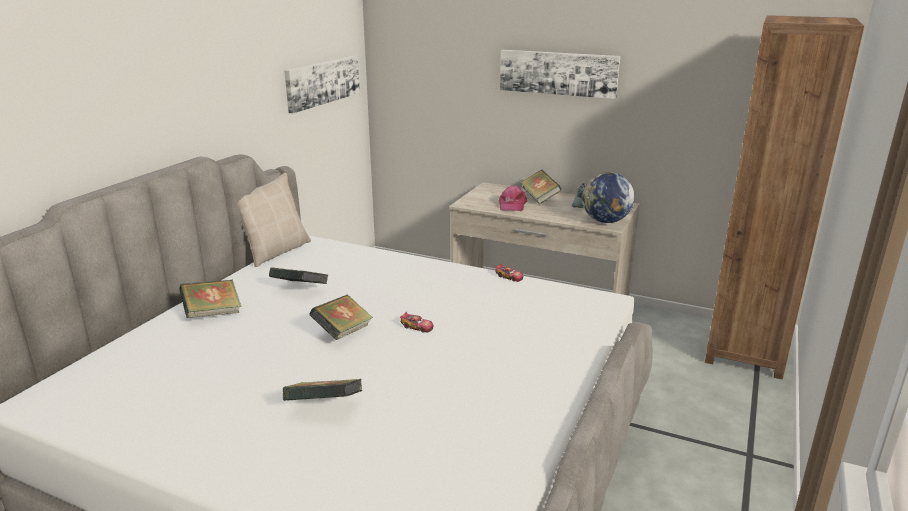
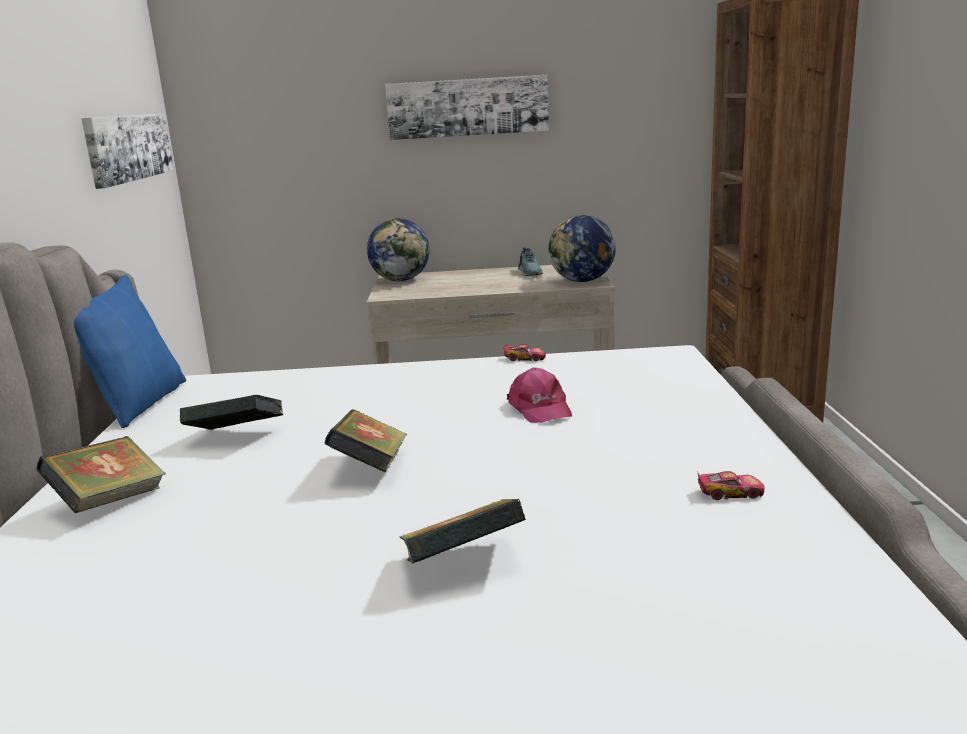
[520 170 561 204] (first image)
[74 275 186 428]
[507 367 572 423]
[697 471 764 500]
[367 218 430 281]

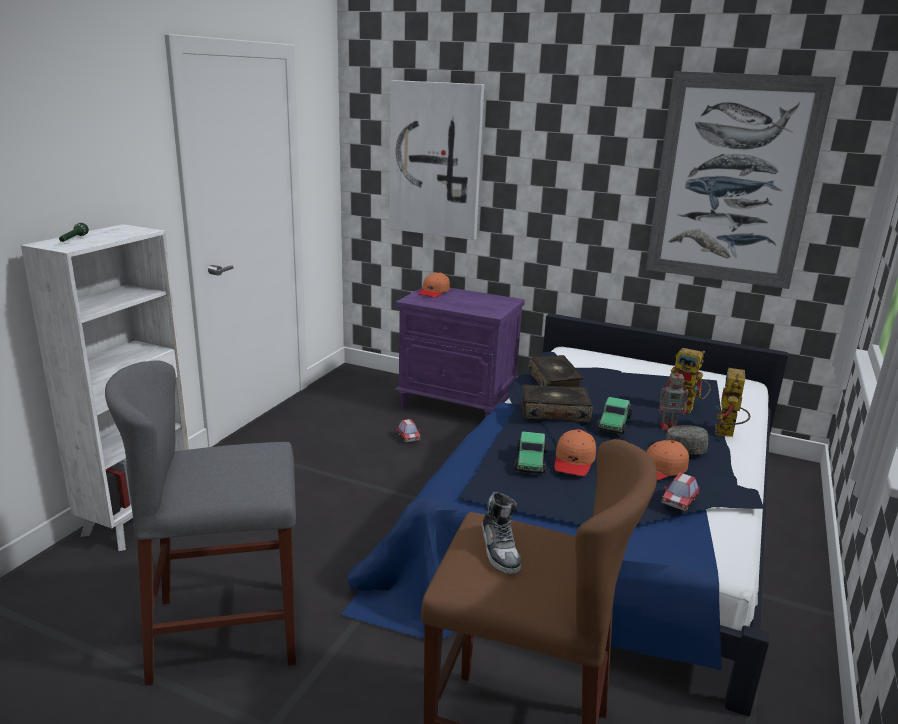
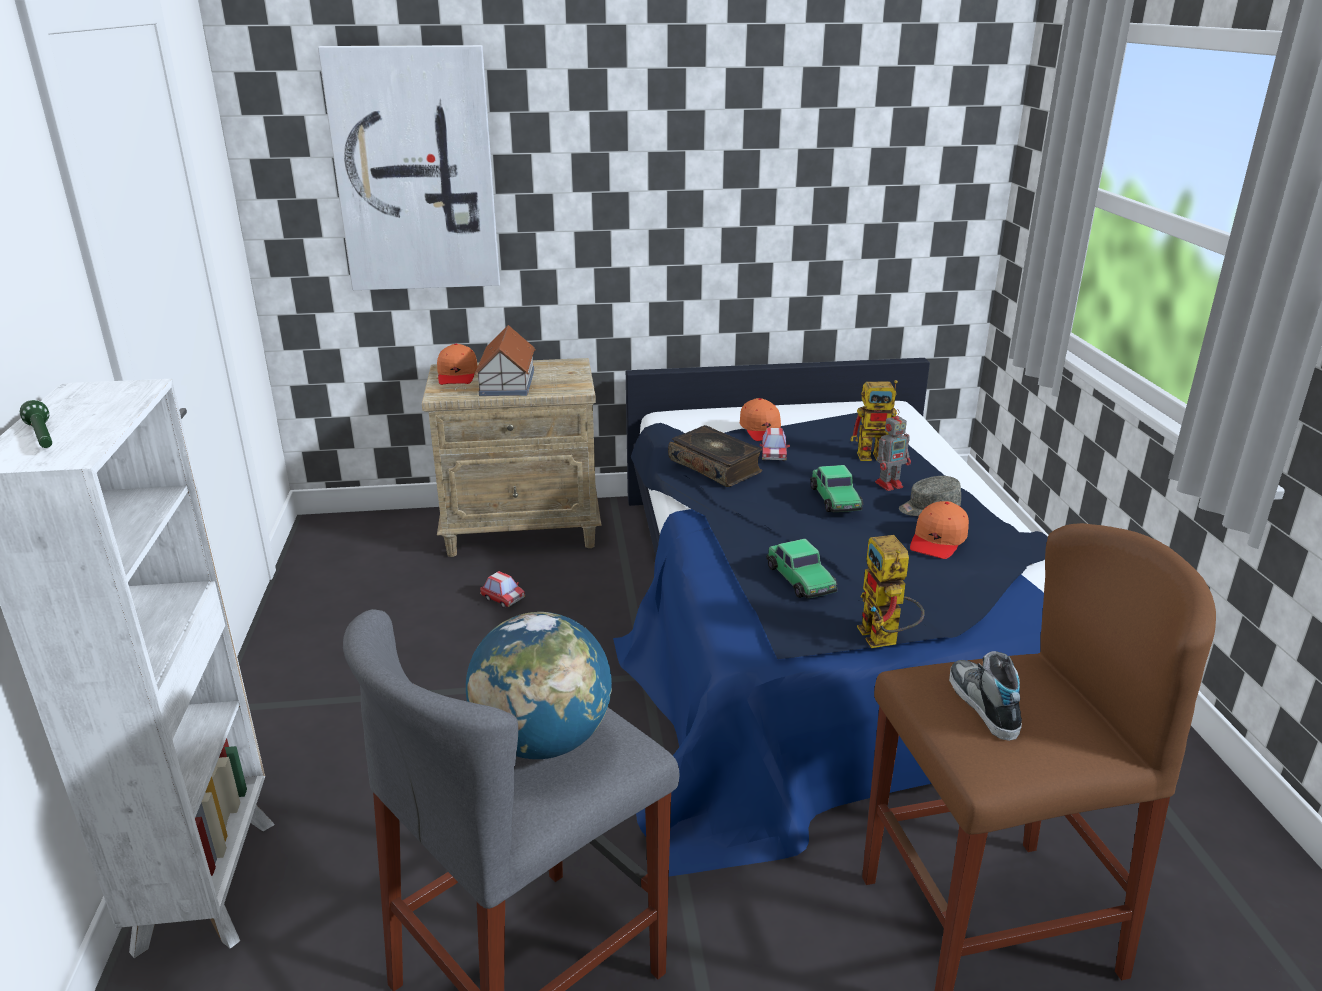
[646 71 836 289] (first image)
[422 358 602 557]
[857 535 925 648]
[521 384 593 422] (first image)
[740 398 781 441]
[759 428 790 461]
[949 651 1022 741]
[474 325 536 396]
[466 612 612 759]

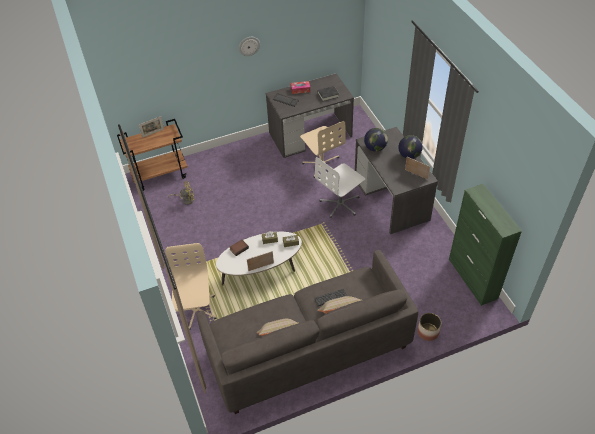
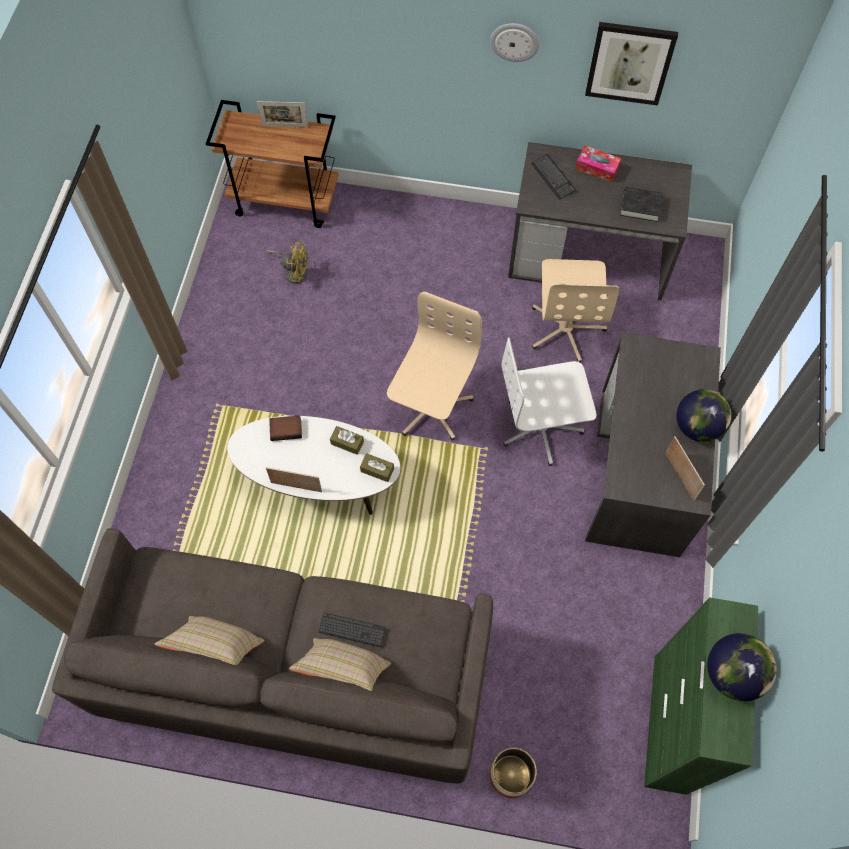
[707 633 777 701]
[387 291 482 441]
[585 22 678 106]

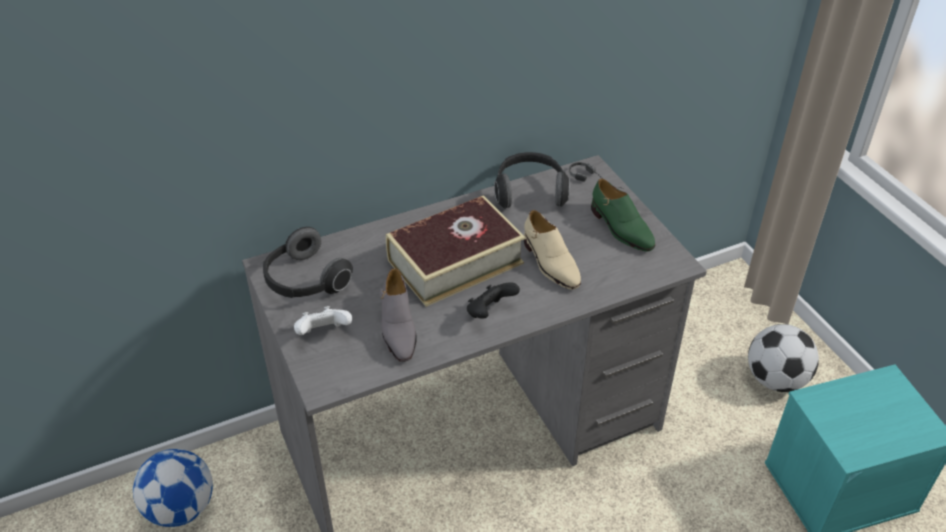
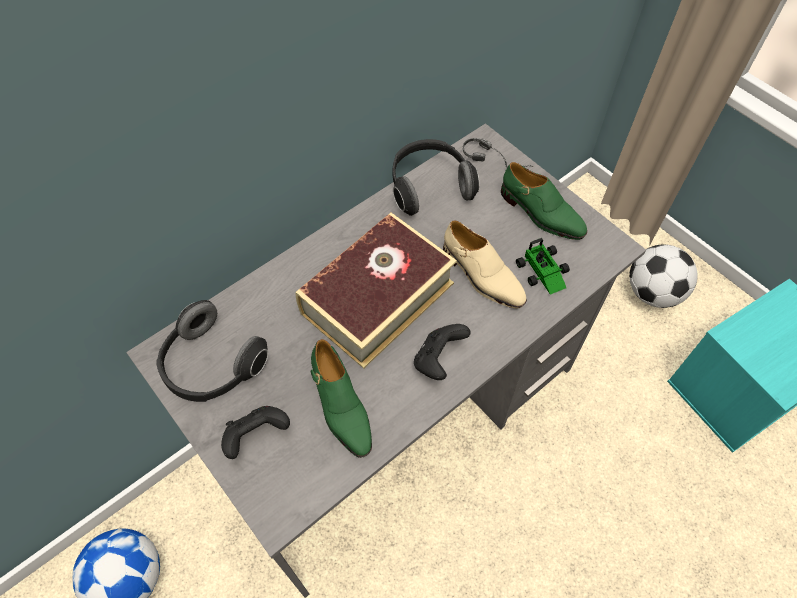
[311 339 372 458]
[221 406 290 459]
[516 238 570 295]

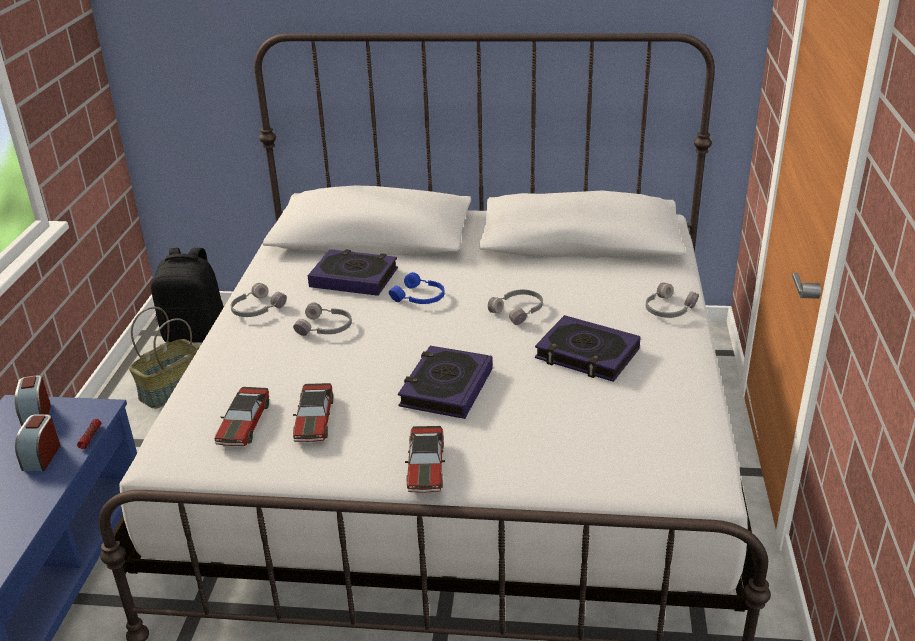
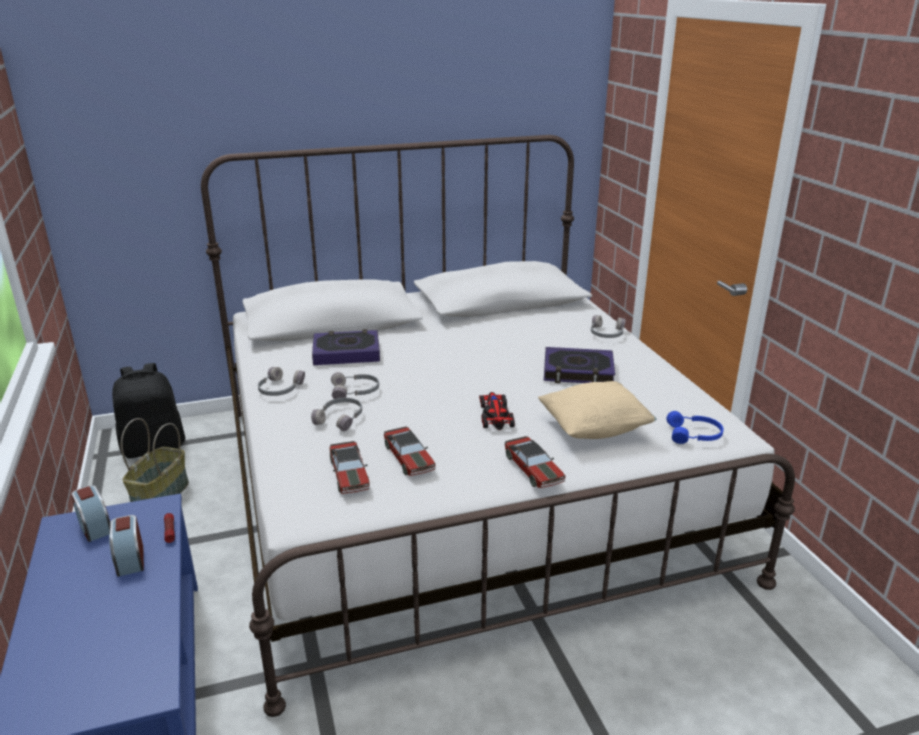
[666 411 724 444]
[311 398 362 431]
[479 392 515 430]
[538 381 657 439]

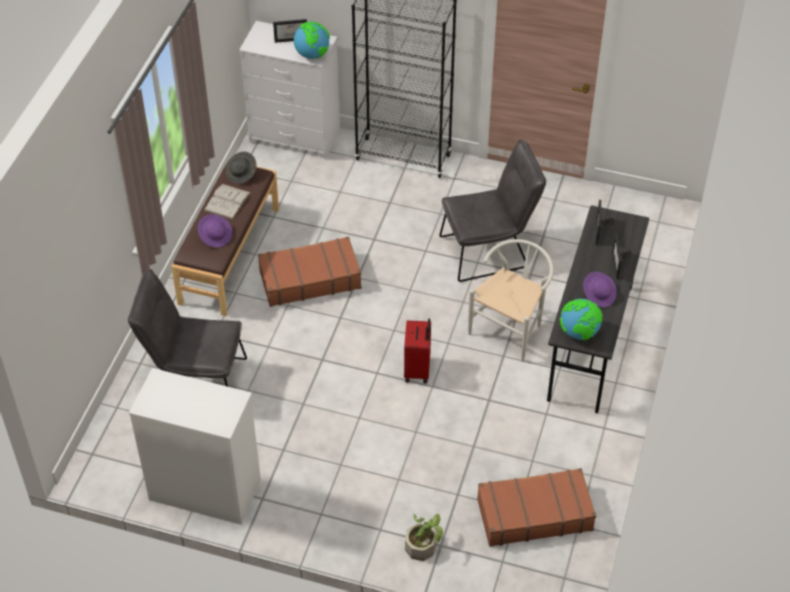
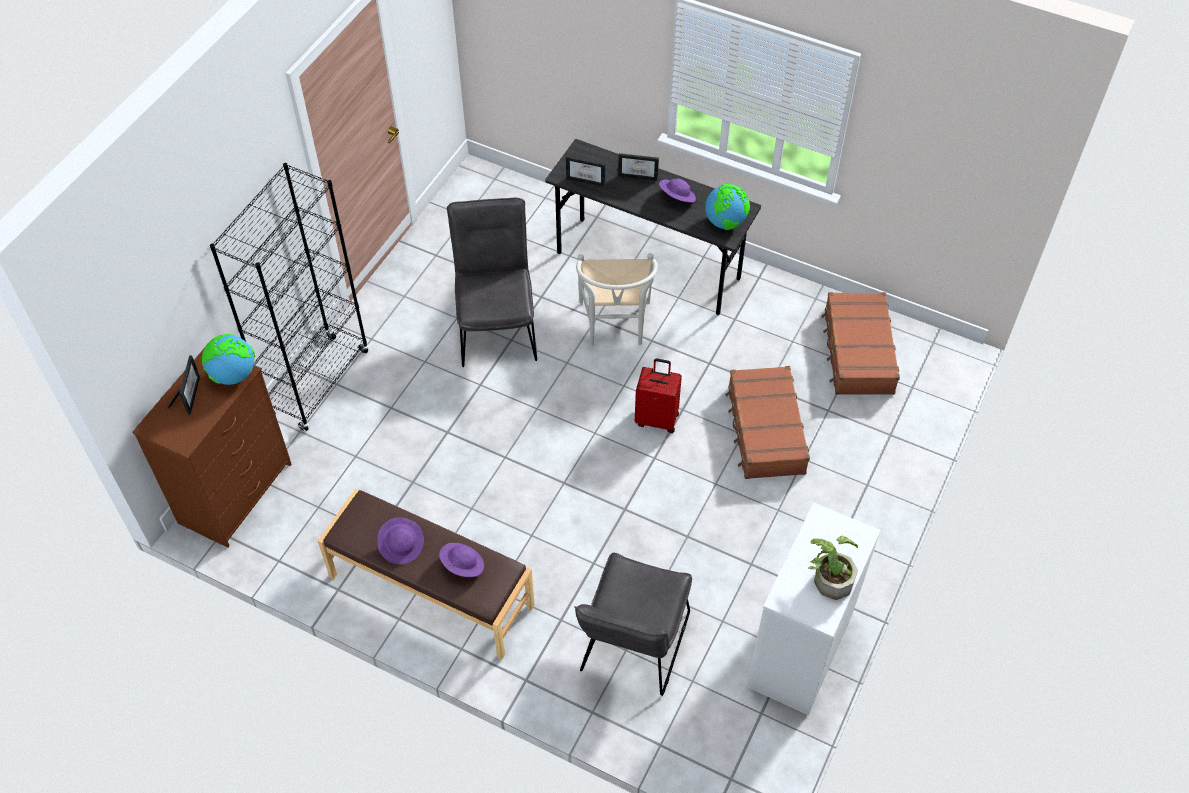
[132 349 292 548]
[226 152 257 184] (first image)
[377 517 424 564]
[725 366 810 479]
[576 253 658 346]
[808 536 858 600]

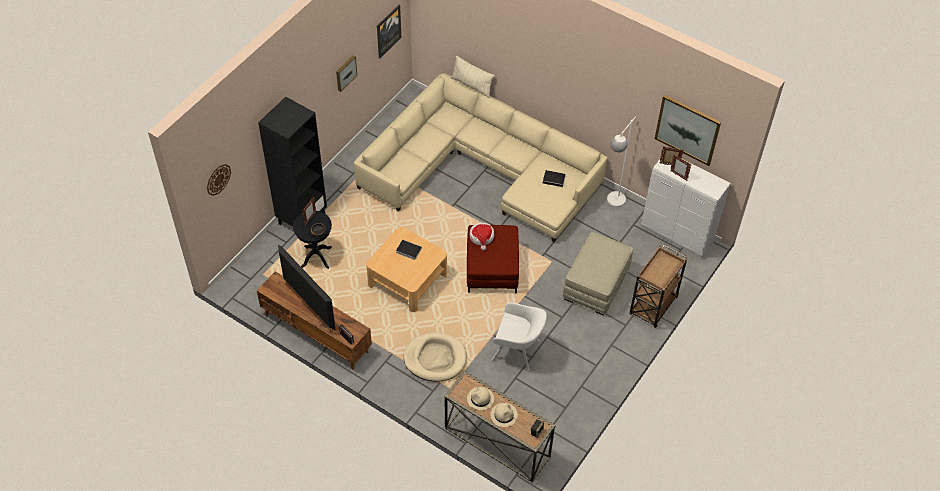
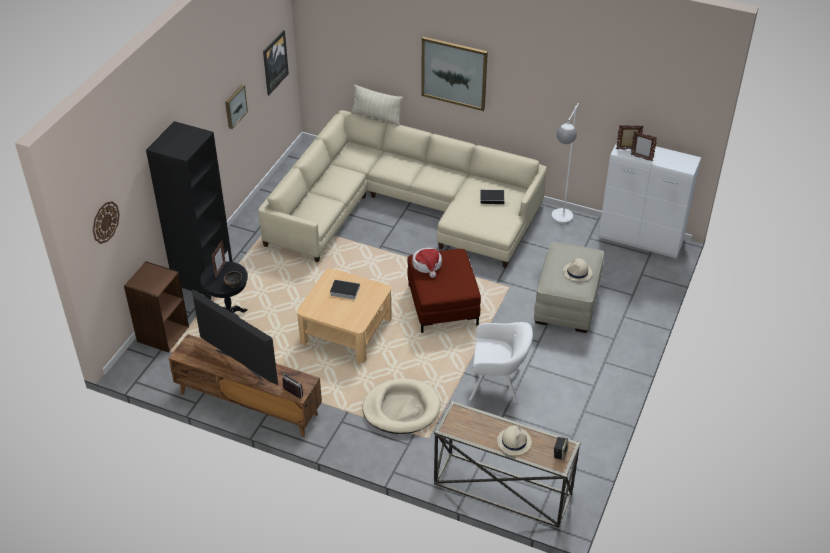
[421 37 488 111]
[629 245 687 328] (first image)
[563 258 592 281]
[124 261 189 353]

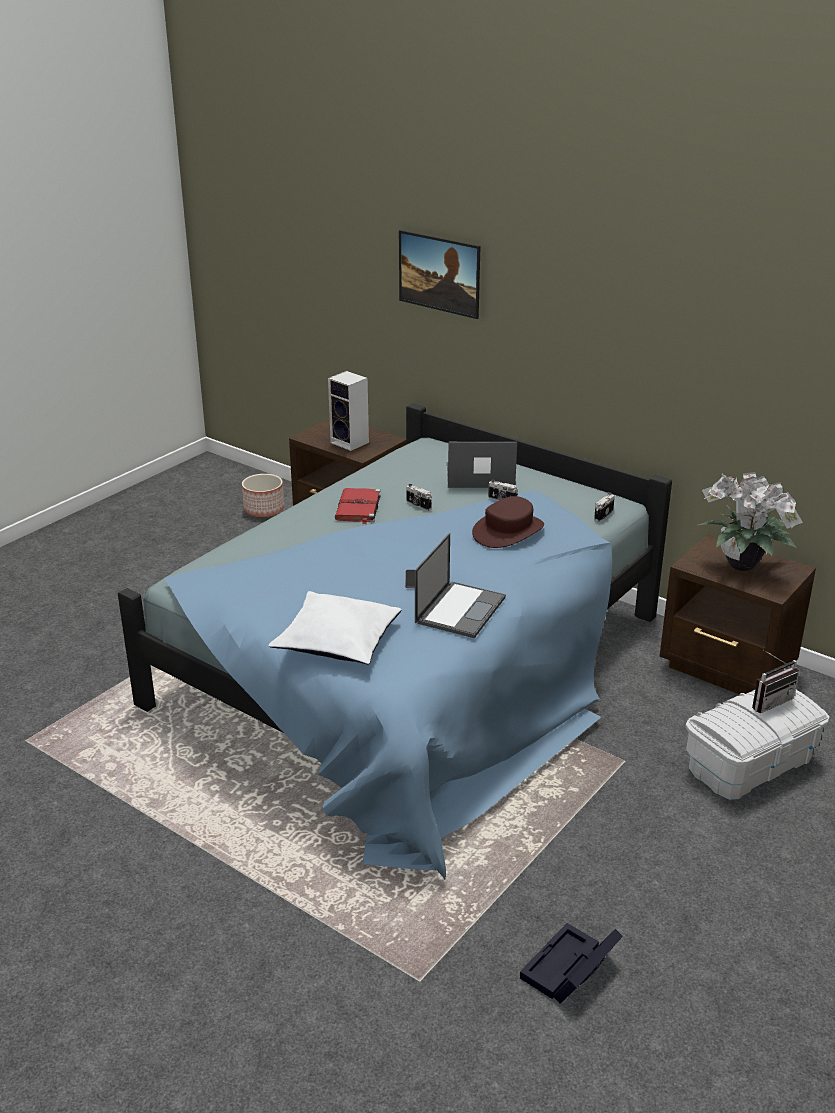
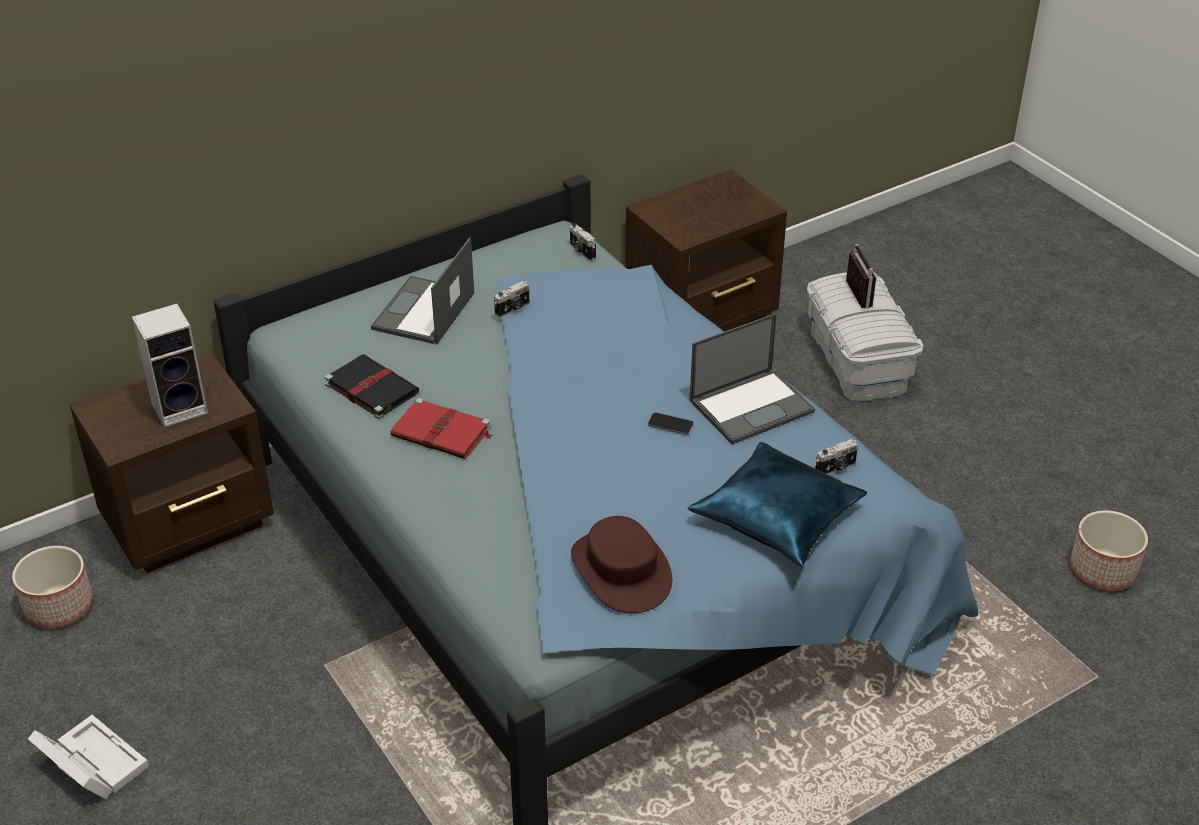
[399 230 481 319] (first image)
[698 472 803 571] (first image)
[815 439 858 474]
[571 516 672 613]
[690 313 815 445]
[688 442 867 567]
[1070 510 1148 590]
[325 354 419 419]
[28 715 149 799]

